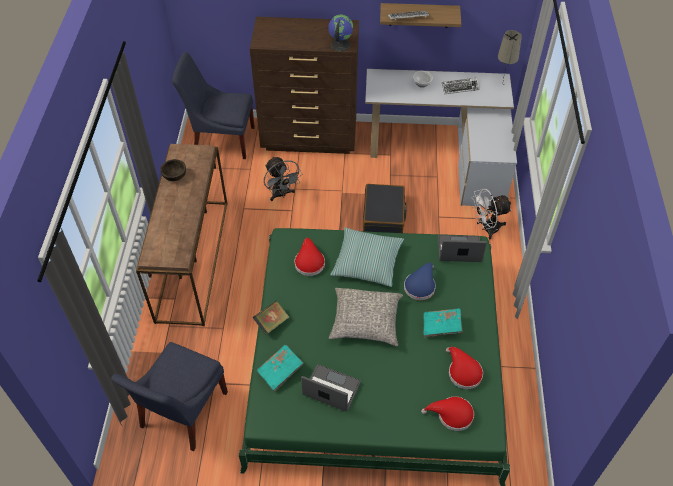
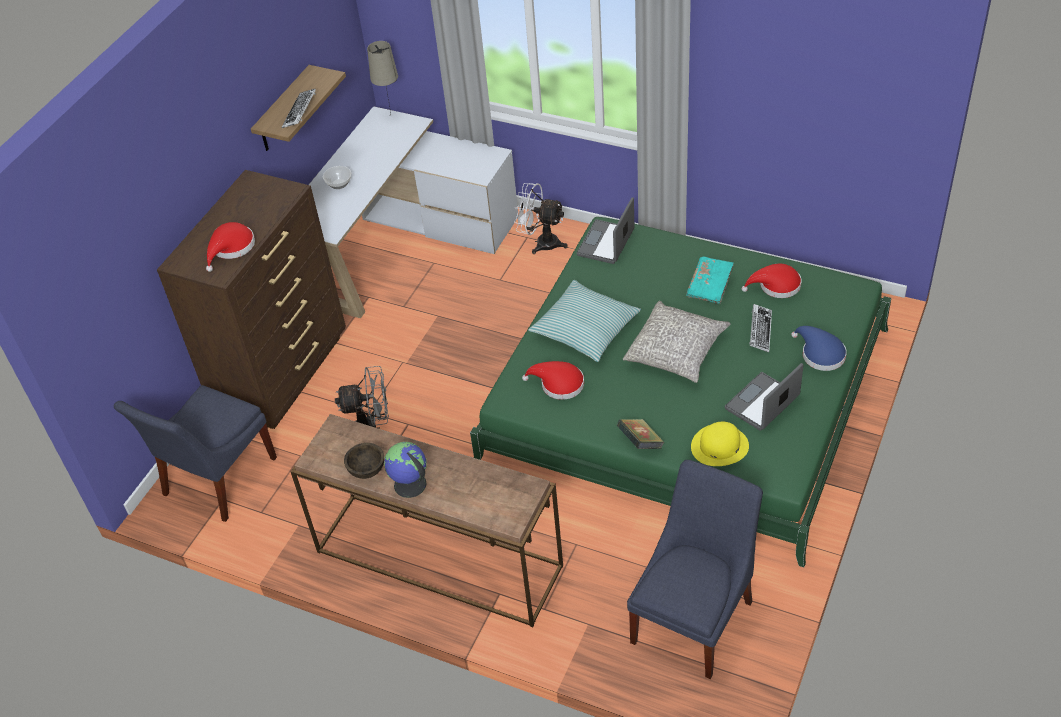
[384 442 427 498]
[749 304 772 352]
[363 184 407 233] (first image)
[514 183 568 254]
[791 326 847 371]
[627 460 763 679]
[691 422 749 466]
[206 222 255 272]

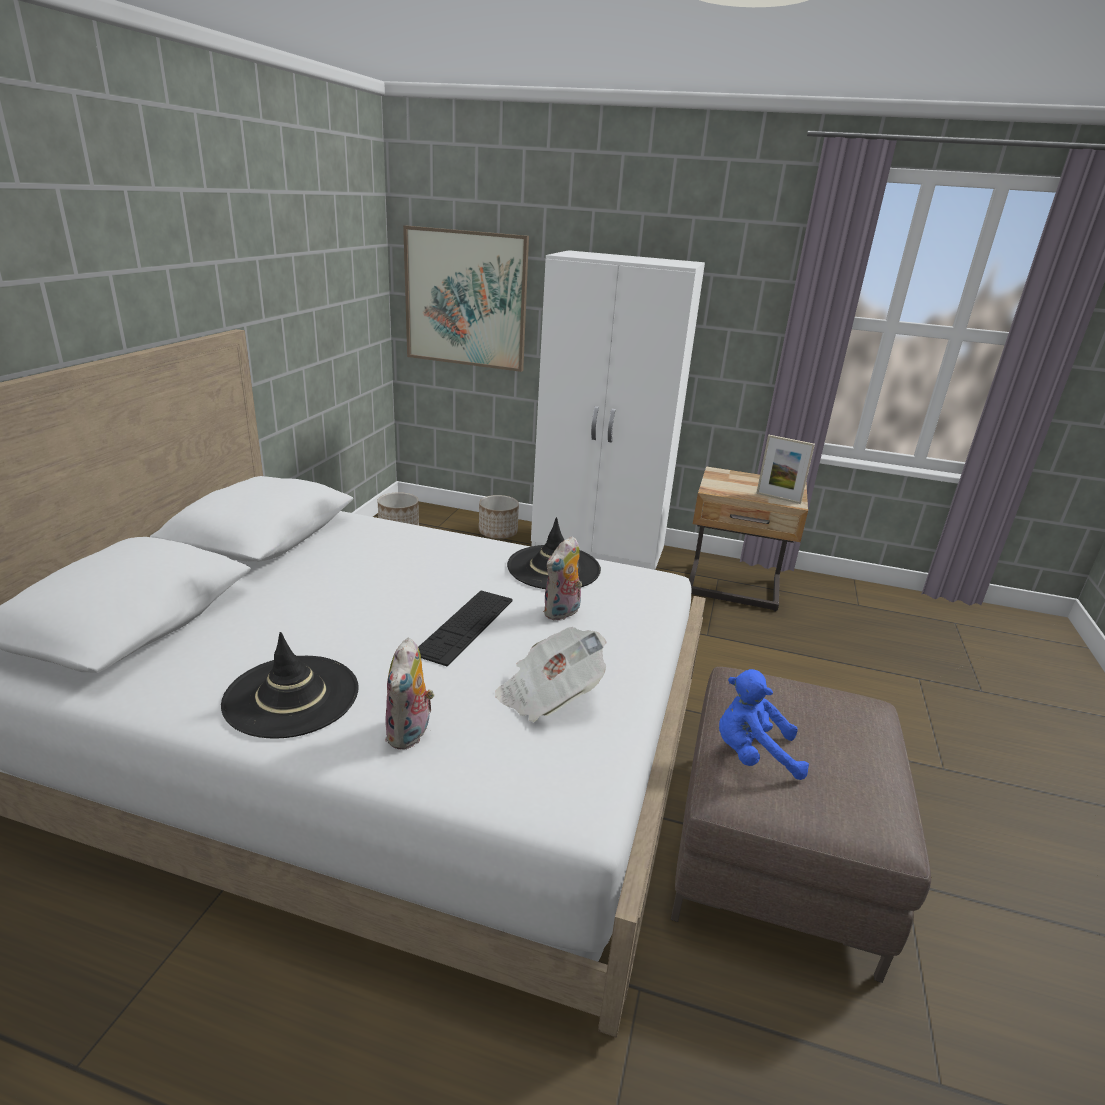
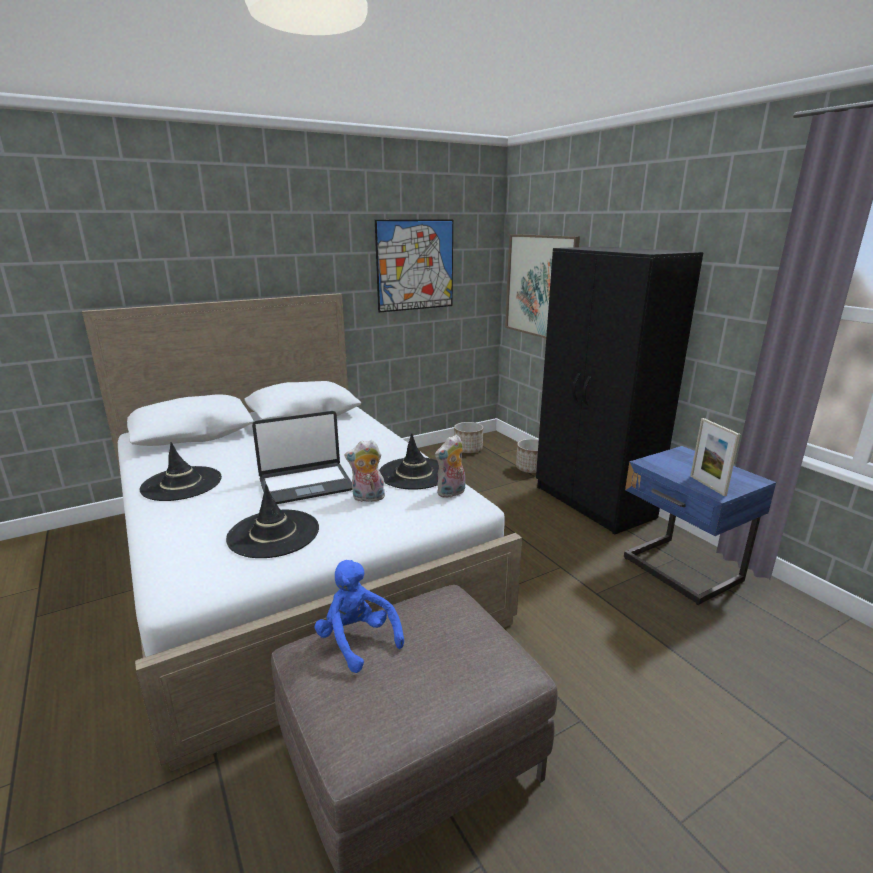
[536 246 704 534]
[624 446 776 605]
[252 411 352 504]
[226 484 319 558]
[435 435 465 498]
[375 220 453 312]

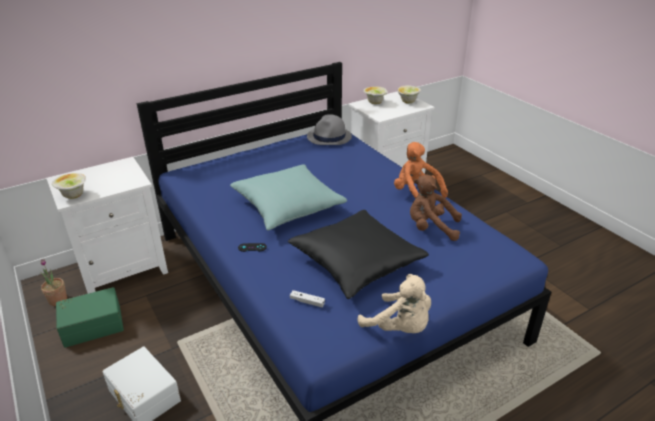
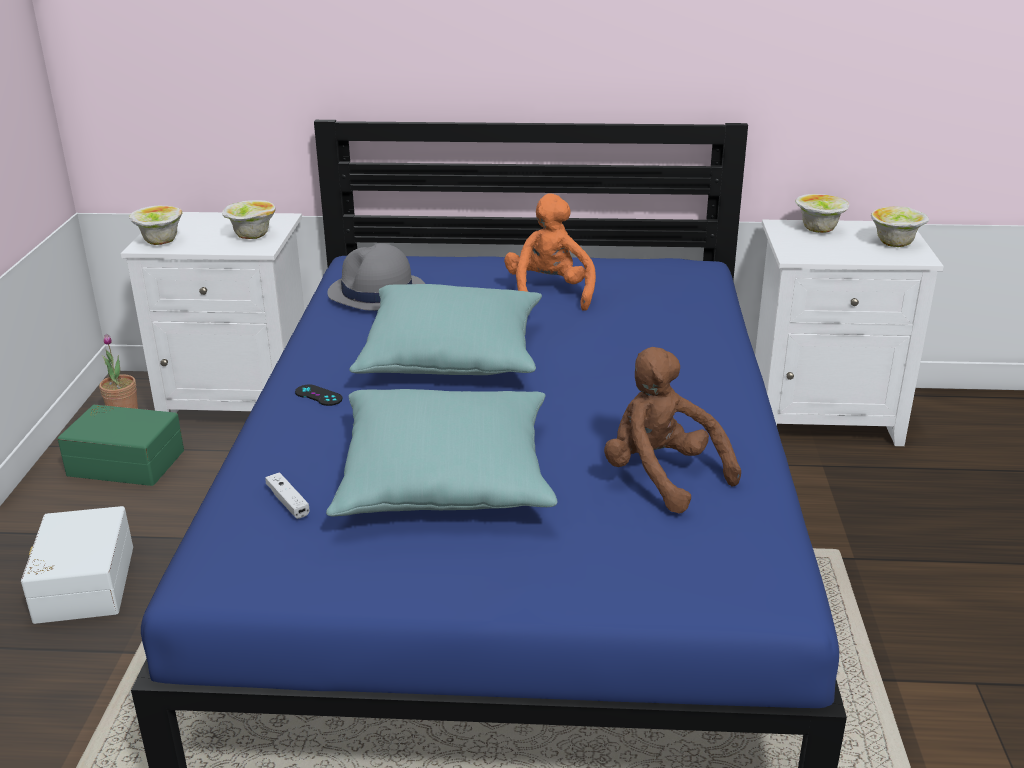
[327 243 425 311]
[504 193 596 311]
[326 389 558 517]
[358 274 431 333] (first image)
[222 200 276 239]

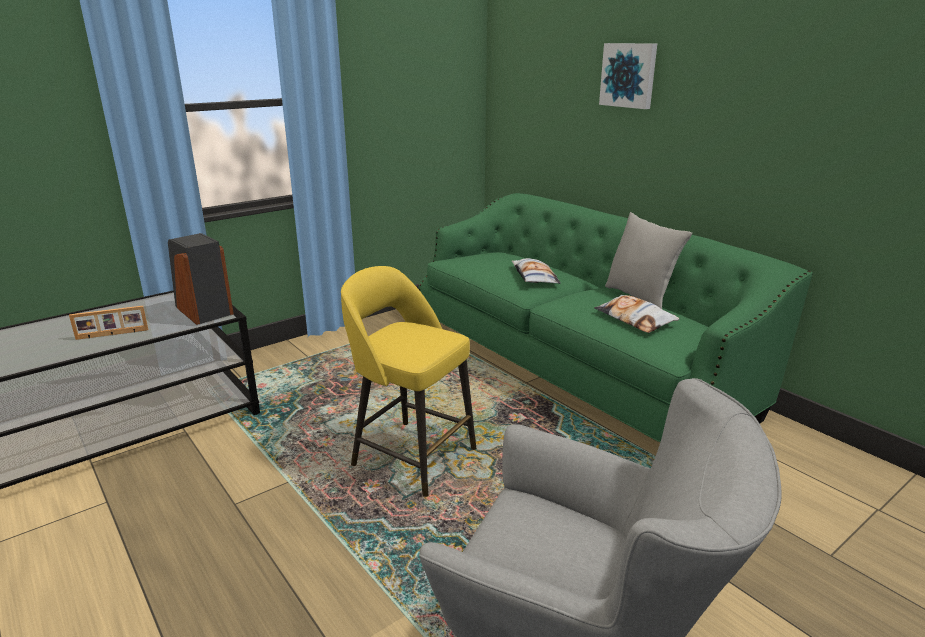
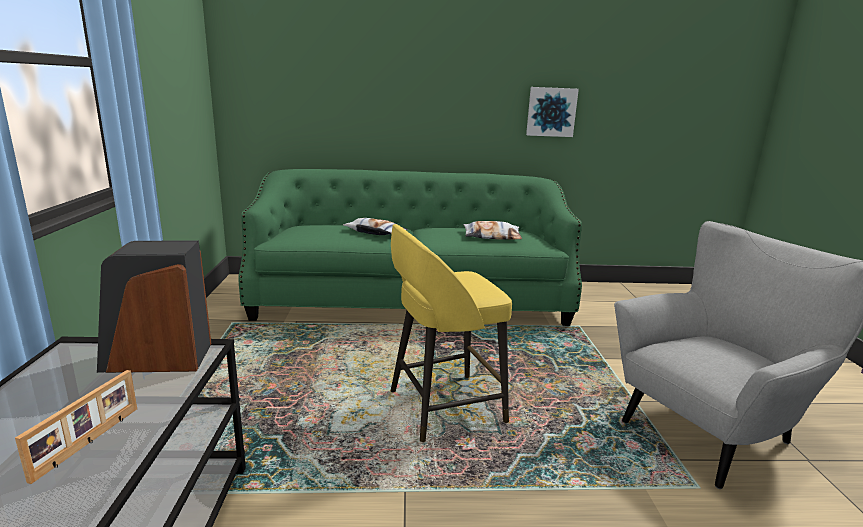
[526 87 579 137]
[605 212 692 309] (first image)

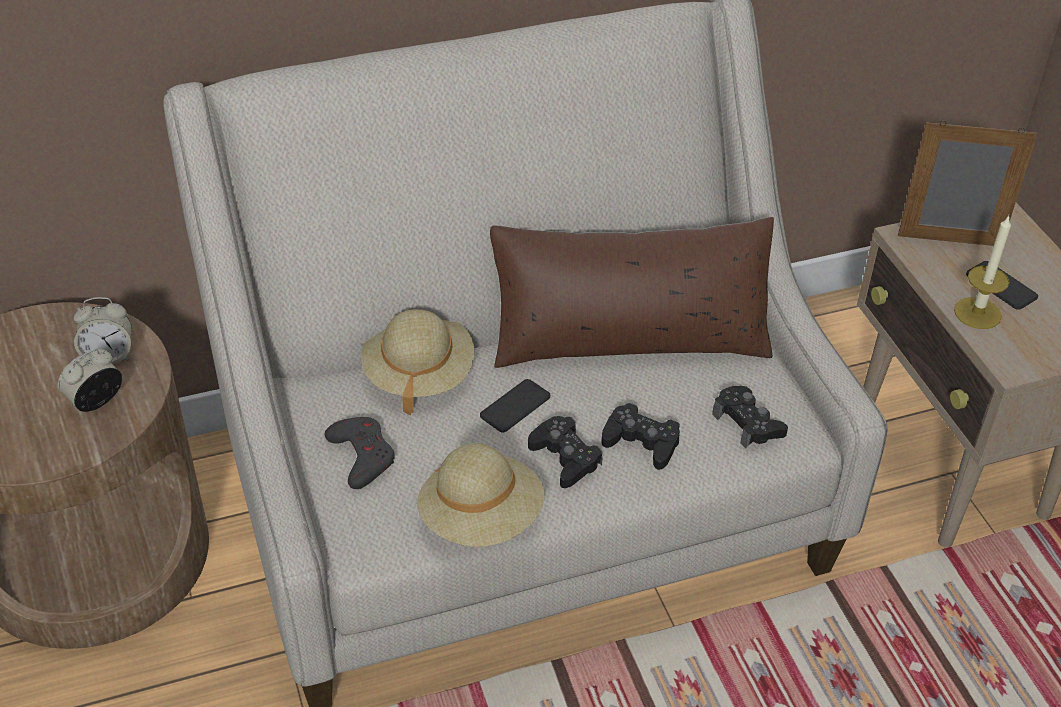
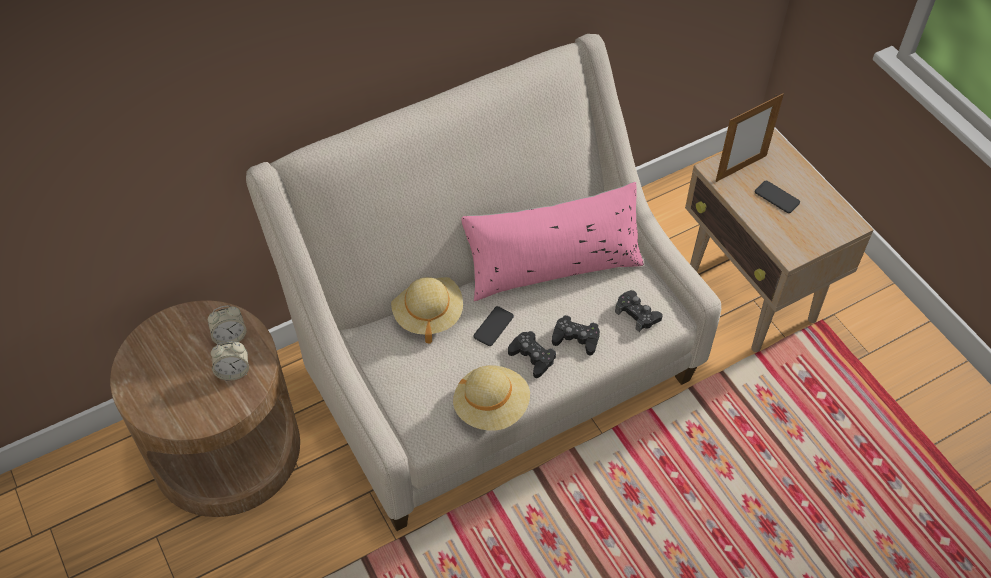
[716 93 784 182]
[954 216 1011 329] (first image)
[462 182 644 301]
[211 341 249 381]
[324 417 395 489] (first image)

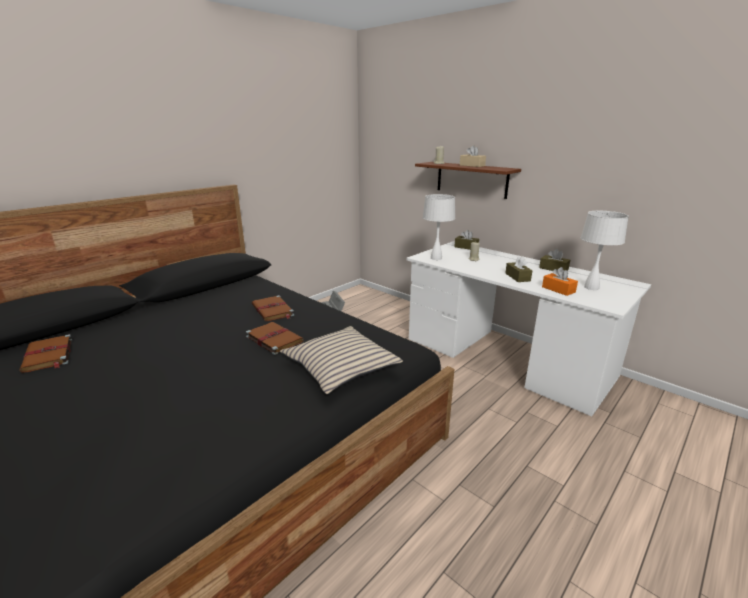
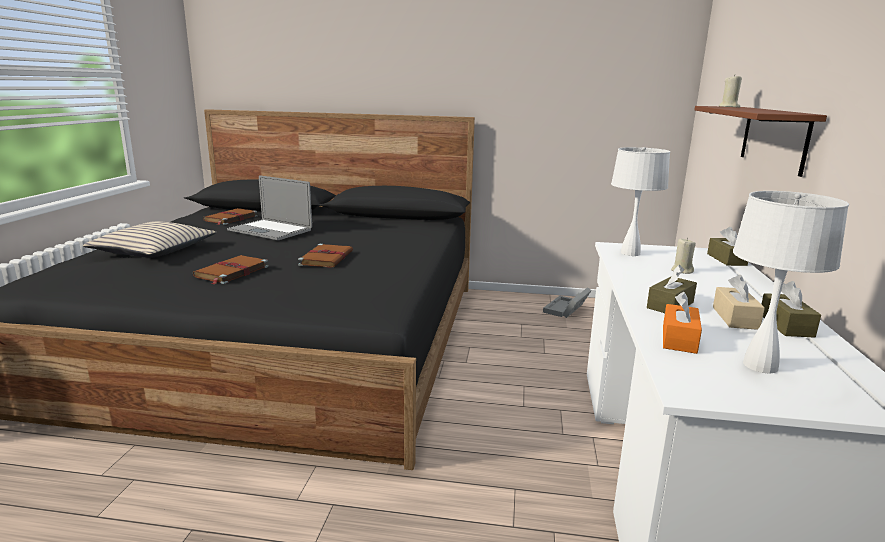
[713 275 765 330]
[193 255 268 284]
[83 221 217 258]
[227 175 312 240]

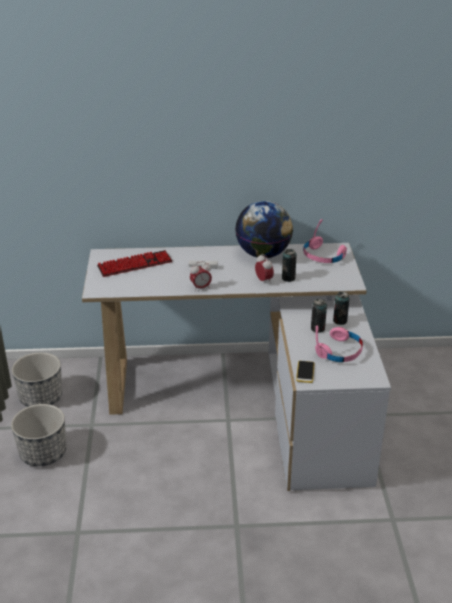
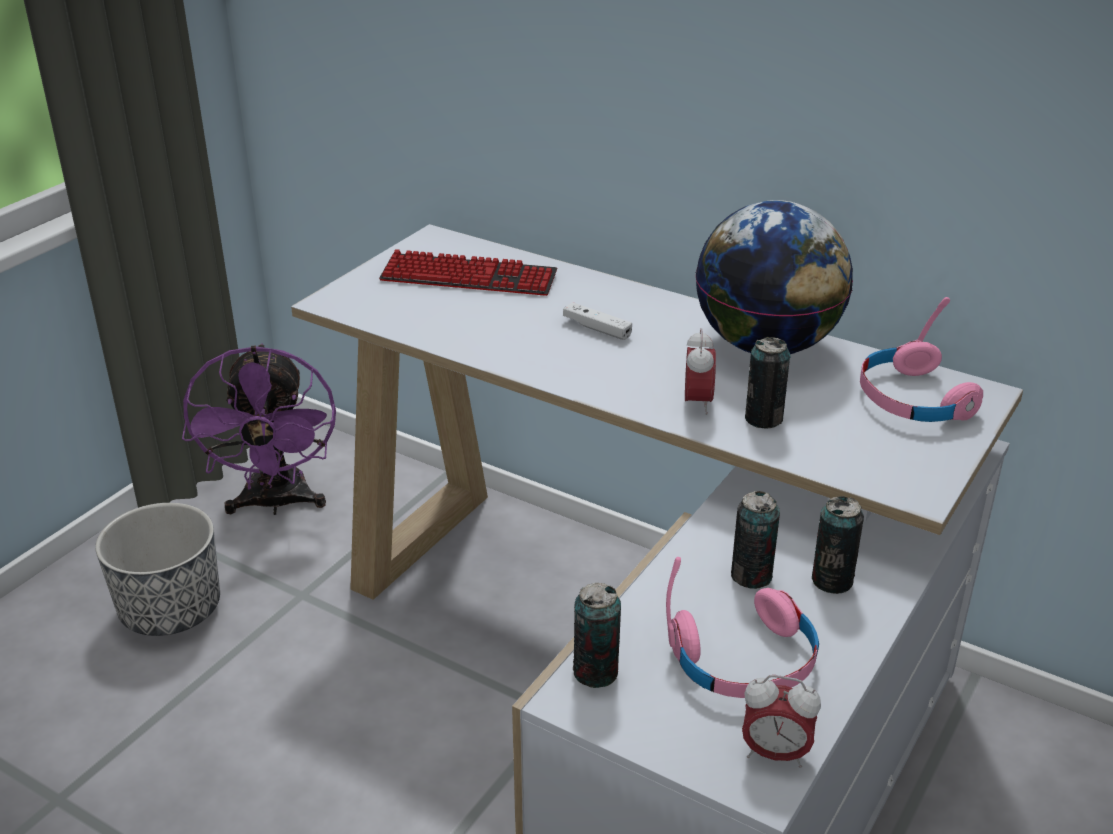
[742 675 821 768]
[182 343 336 515]
[573 583 621 688]

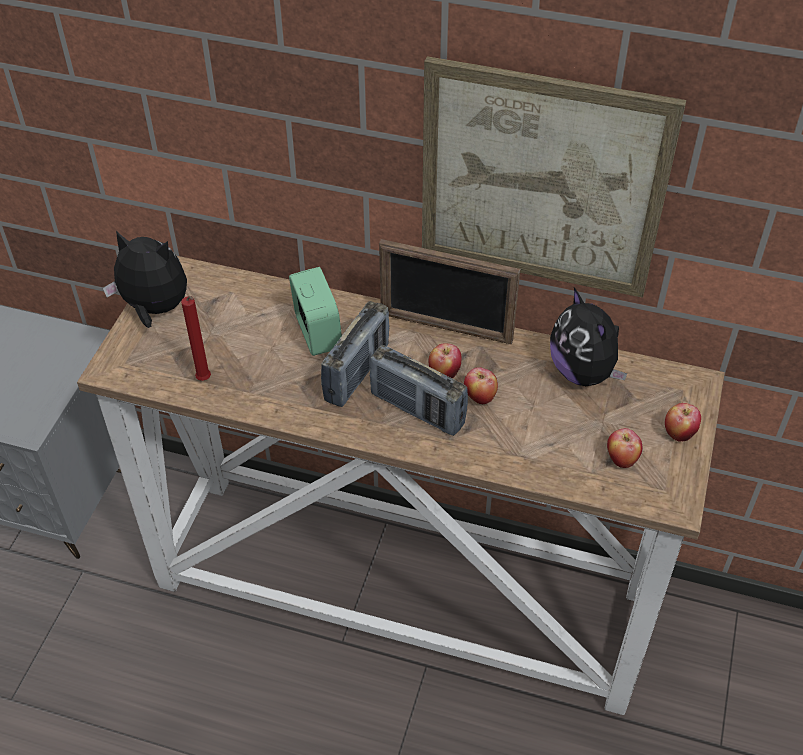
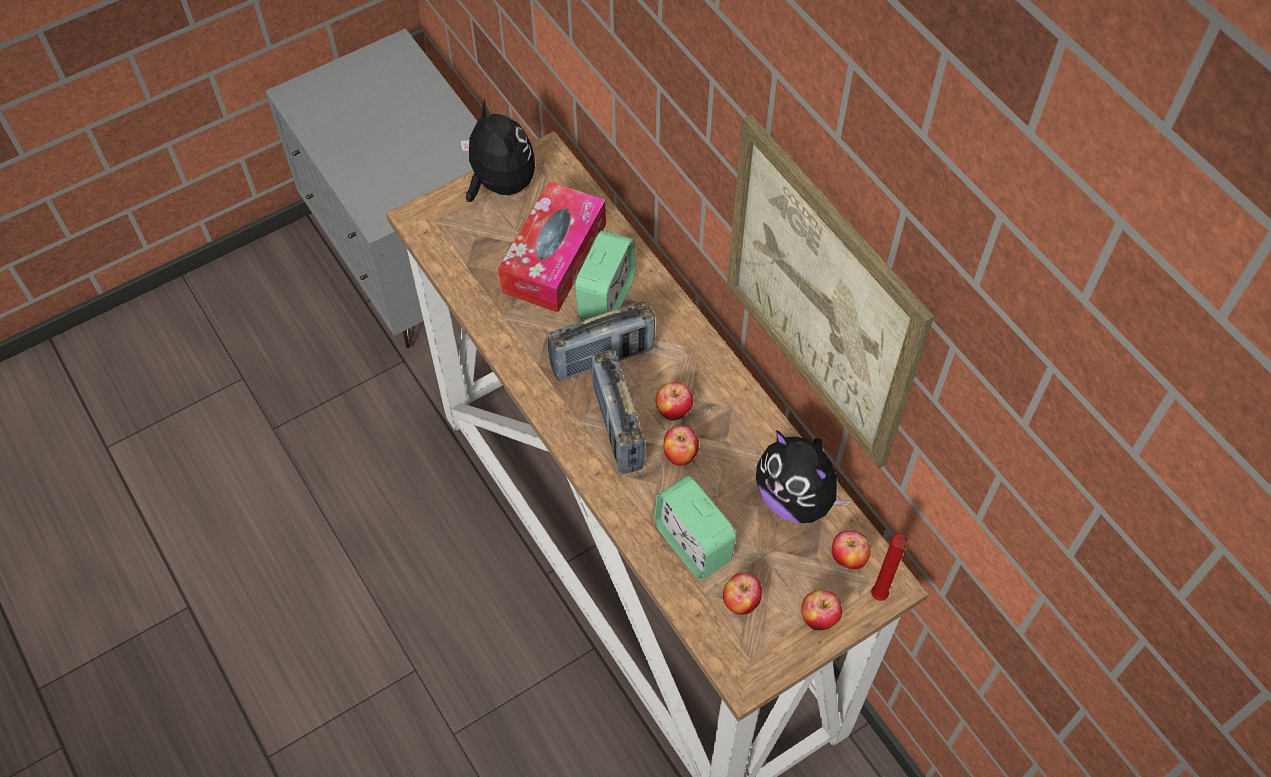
[379 239 520 344] (first image)
[756 430 852 523]
[871 534 907 601]
[498 181 606 313]
[654 476 736 580]
[832 531 871 569]

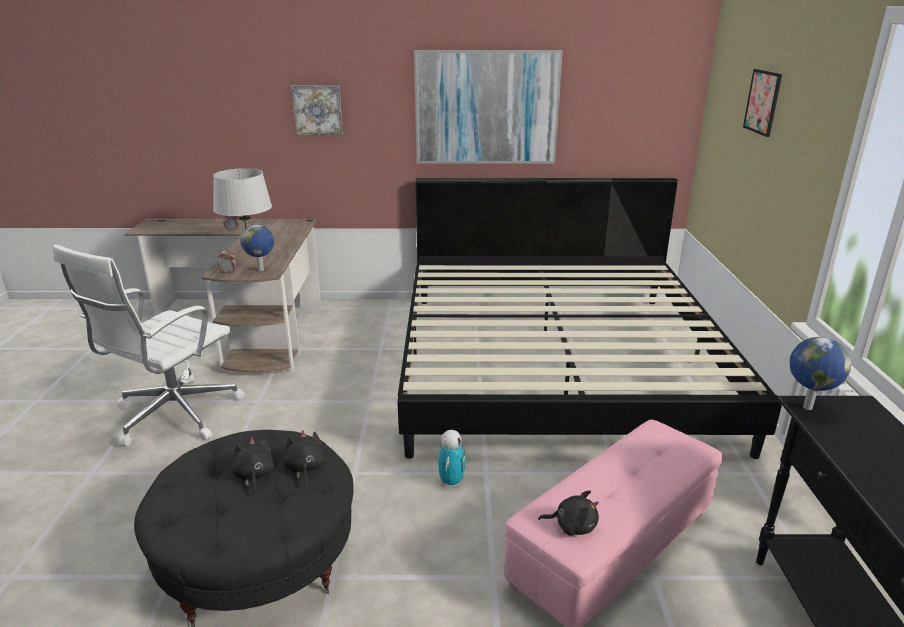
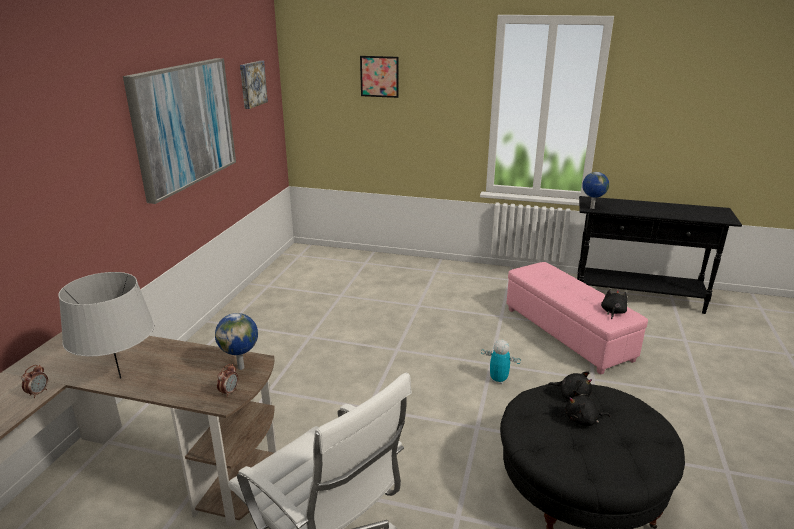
[240 61 268 109]
[397 178 782 459] (first image)
[548 371 592 399]

